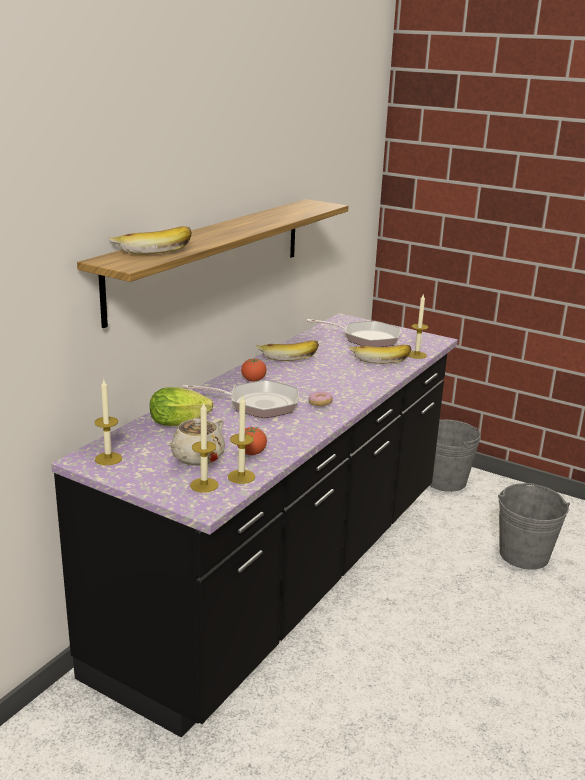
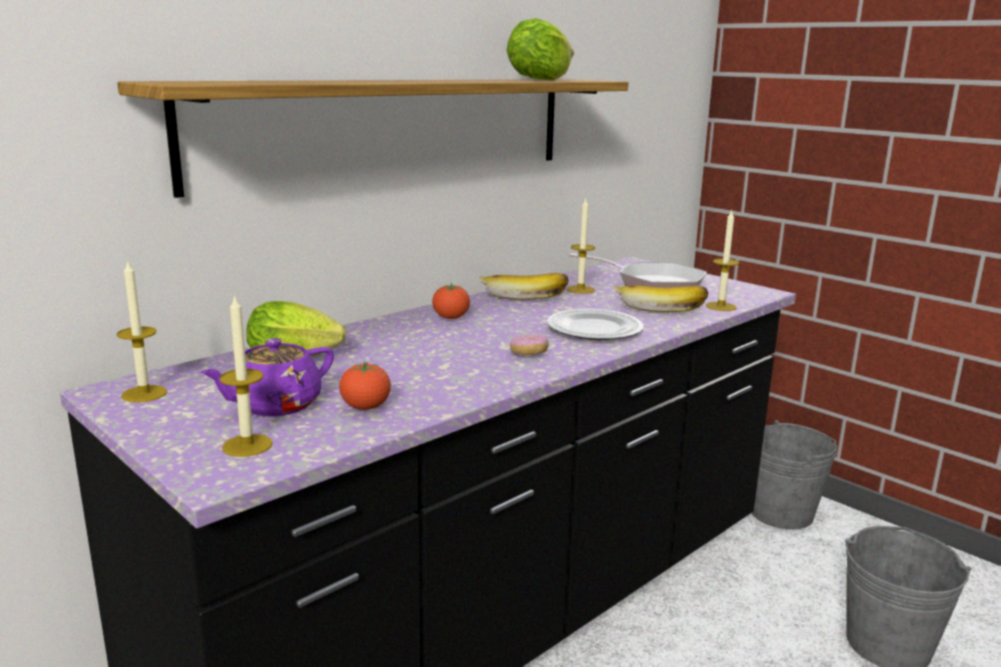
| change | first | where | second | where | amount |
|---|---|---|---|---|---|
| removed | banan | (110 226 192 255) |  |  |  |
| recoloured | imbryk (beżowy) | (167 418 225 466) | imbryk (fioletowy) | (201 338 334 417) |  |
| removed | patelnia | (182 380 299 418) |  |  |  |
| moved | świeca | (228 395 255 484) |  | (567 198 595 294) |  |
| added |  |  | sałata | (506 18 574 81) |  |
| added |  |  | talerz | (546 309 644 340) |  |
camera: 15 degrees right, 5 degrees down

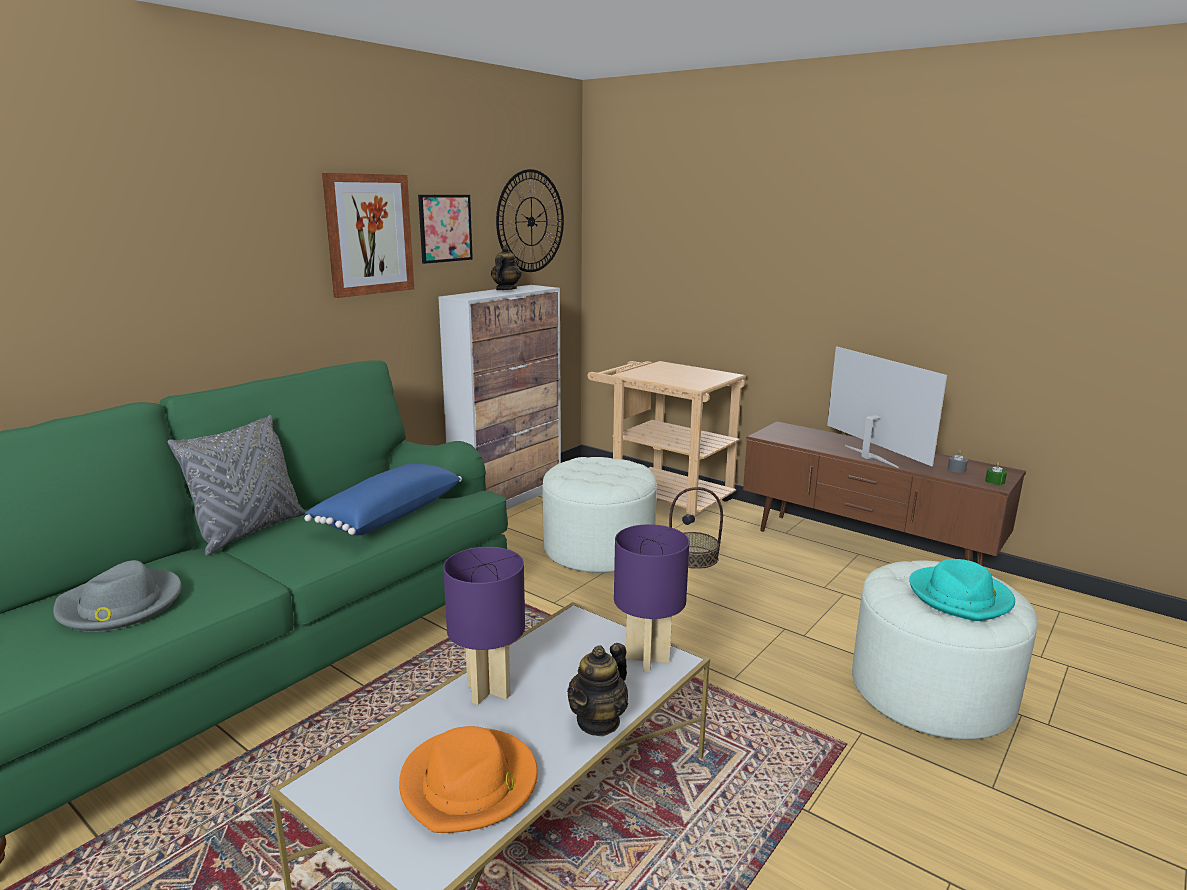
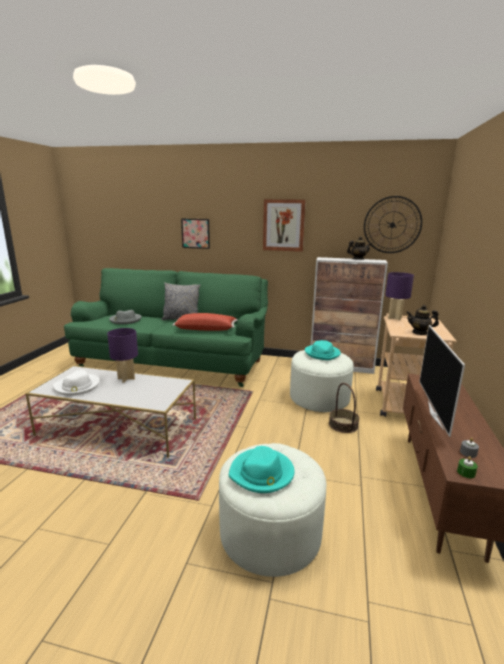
| change | first | where | second | where | amount |
|---|---|---|---|---|---|
| recoloured | poduszka (niebieski) | (304 463 462 535) | poduszka (czerwony) | (172 313 238 331) |  |
| recoloured | kapelusz (pomarańczowy) | (399 726 538 833) | kapelusz (biały) | (53 370 100 396) |  |
| moved | obraz | (418 195 473 264) |  | (181 218 210 249) |  |
| moved | imbryk | (567 643 628 736) |  | (406 305 439 335) |  |
| moved | lampa stołowa (fioletowy) | (614 524 689 672) |  | (385 272 414 320) |  |
| turned | telewizor | (827 346 947 468) |  | (419 325 465 437) | 150 degrees clockwise |
| added |  |  | kapelusz (turkusowy) | (305 340 341 360) |  |
camera: 65 degrees right, 0 degrees up

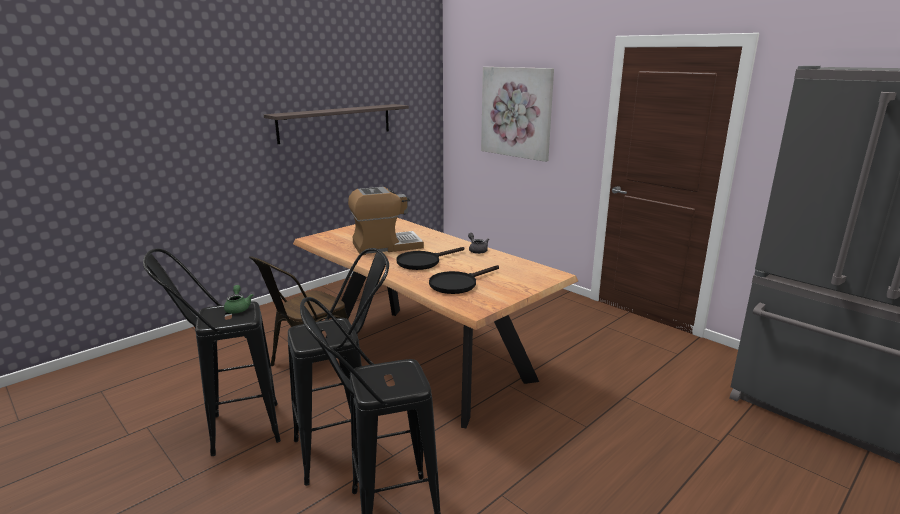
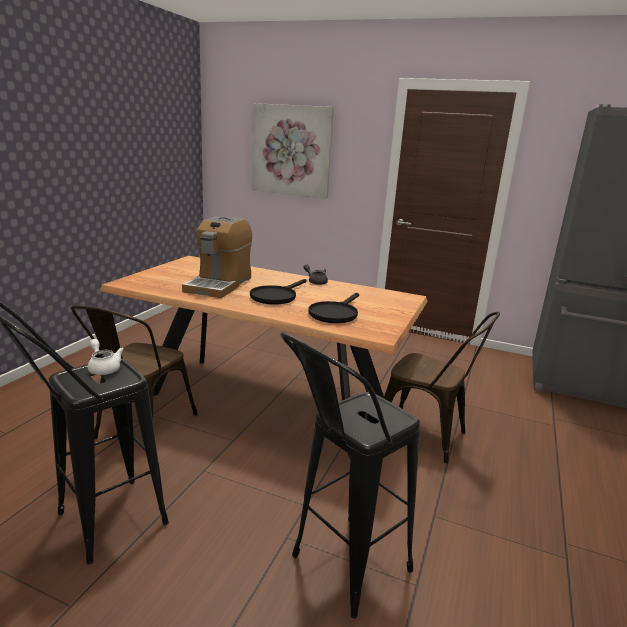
| change | first | where | second | where | amount |
|---|---|---|---|---|---|
| recoloured | imbryk (zielony) | (224 285 253 314) | imbryk (biały) | (88 339 124 375) |  |
| removed | półka | (264 104 409 144) |  |  |  |
| removed | stołek (czarny) | (288 248 389 486) |  |  |  |
| turned | ekspres do kawy | (348 187 424 255) |  | (182 216 252 298) | 150 degrees clockwise |
| added |  |  | krzesło (brązowy) | (378 312 500 464) |  |
camera: 25 degrees left, 0 degrees up

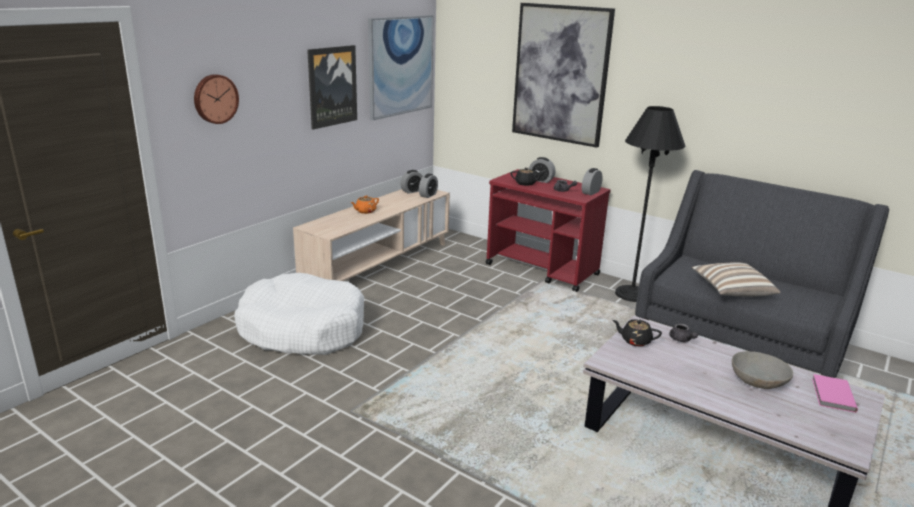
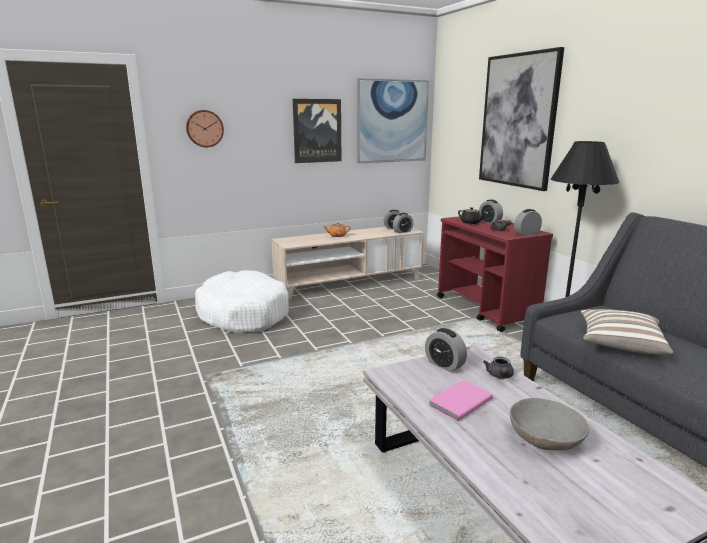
| change | first | where | second | where | amount |
|---|---|---|---|---|---|
| replaced | imbryk (czarny) | (613 319 662 346) | budzik | (425 328 467 372) |  |
| moved | książka (różowy) | (812 374 858 413) |  | (428 380 493 421) |  |
camera: 30 degrees right, 5 degrees down

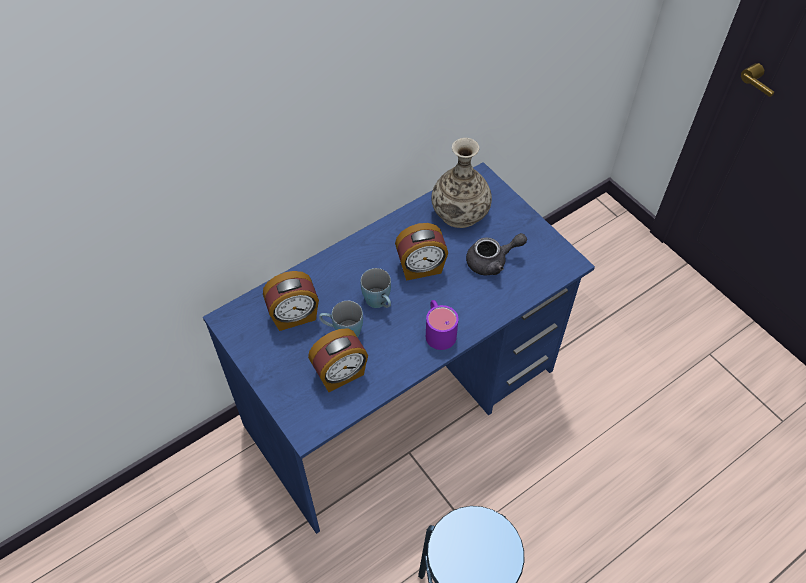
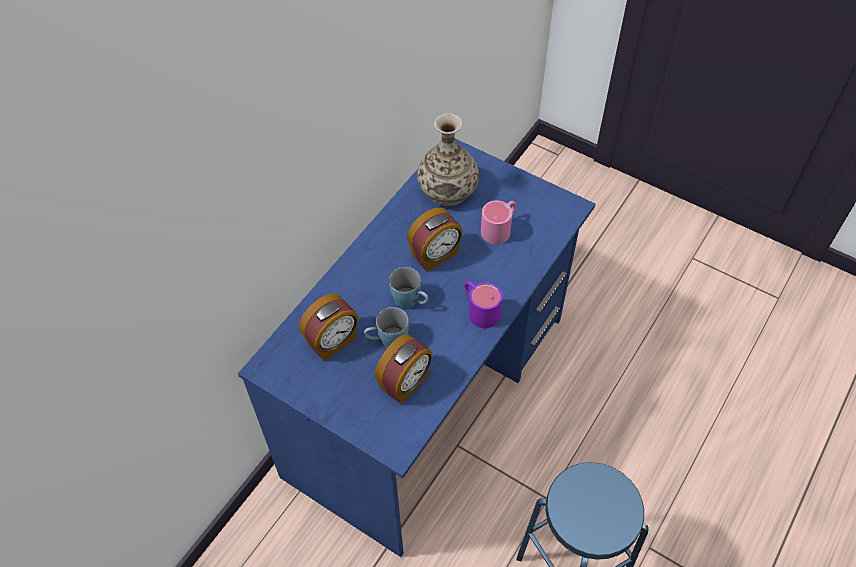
| change | first | where | second | where | amount |
|---|---|---|---|---|---|
| replaced | imbryk (szary) | (466 233 527 275) | kubek (różowy) | (481 200 516 244) |  |
camera: 20 degrees left, 0 degrees up

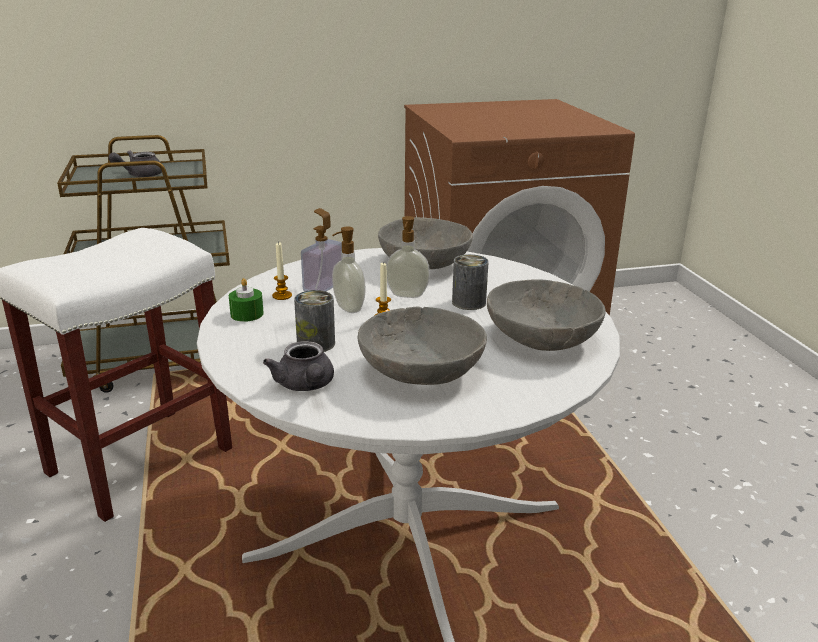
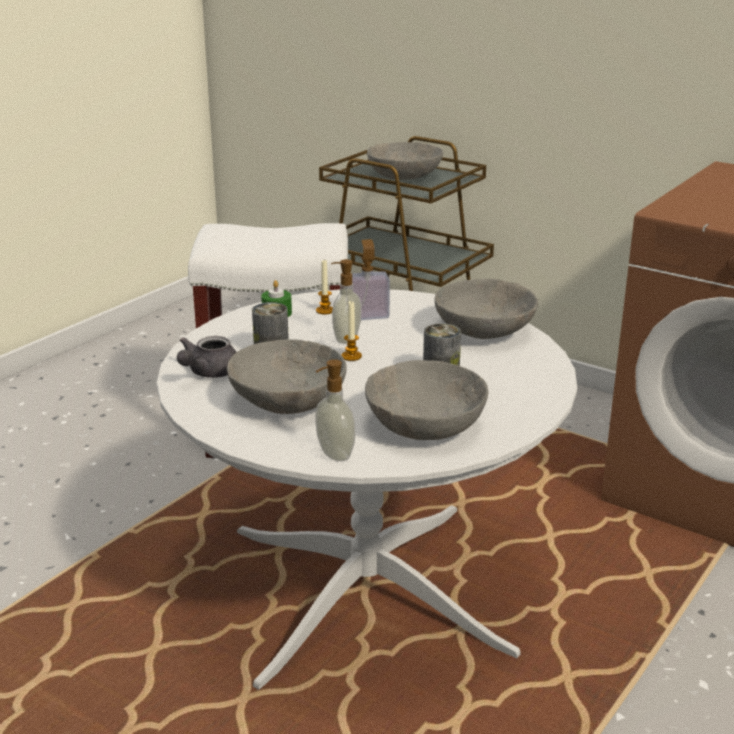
| change | first | where | second | where | amount |
|---|---|---|---|---|---|
| replaced | imbryk (szary) | (108 150 162 177) | miska (szary) | (367 142 443 180) |  |
| moved | dozownik mydła | (386 216 430 298) |  | (315 359 355 462) |  |
camera: 50 degrees right, 0 degrees up

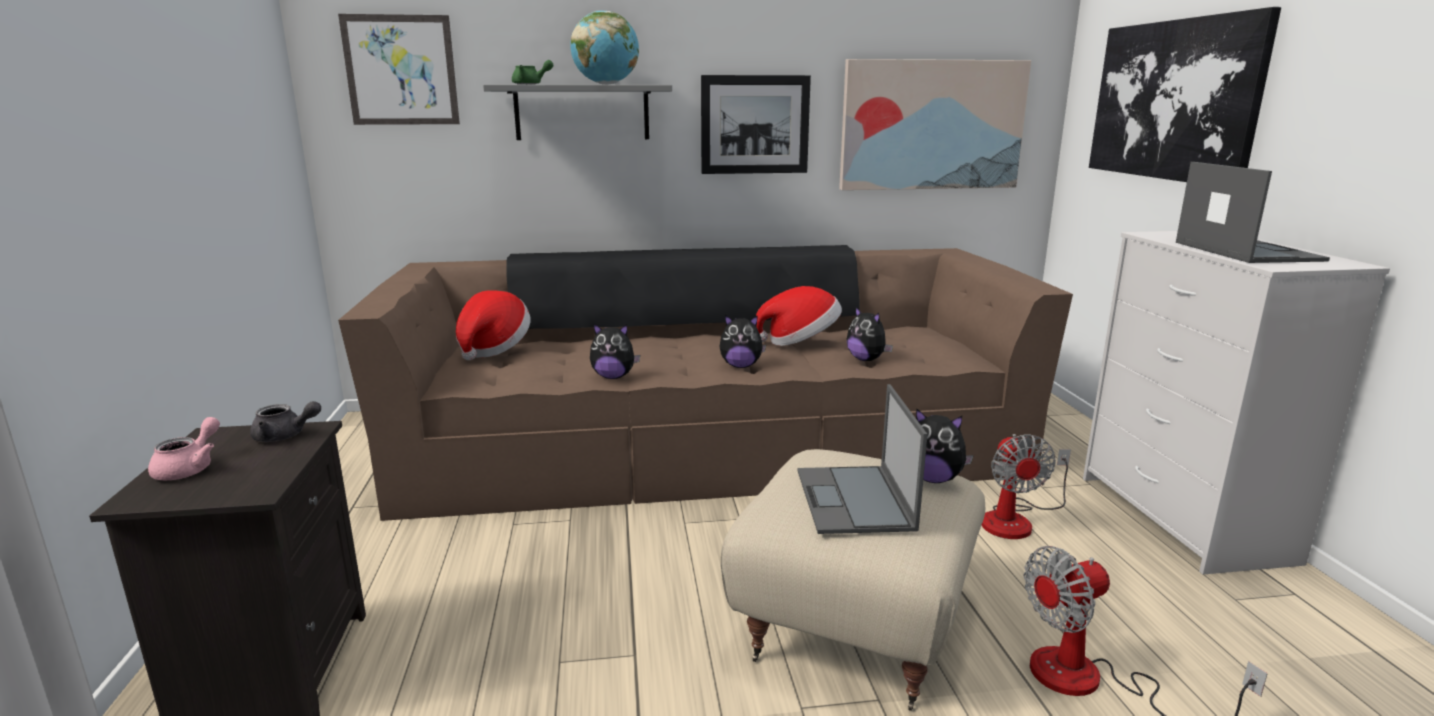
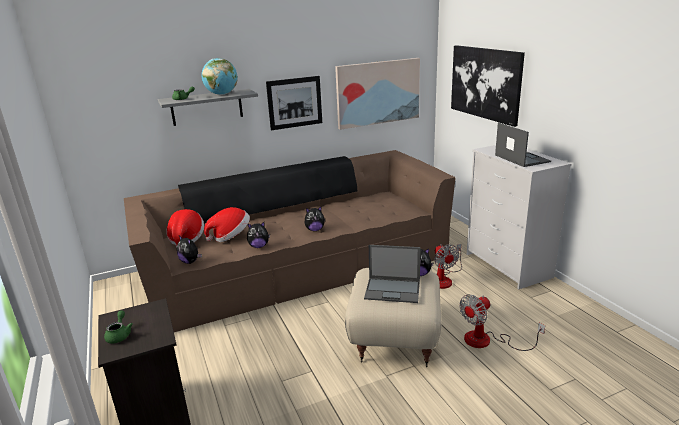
| change | first | where | second | where | amount |
|---|---|---|---|---|---|
| recoloured | imbryk (różowy) | (148 417 220 480) | imbryk (zielony) | (104 310 133 343) |  |
| removed | imbryk (szary) | (250 401 321 442) |  |  |  |
| removed | obraz | (338 14 460 125) |  |  |  |
| moved | kapelusz | (756 286 842 346) |  | (204 207 250 242) |  |
| turned | laptop | (797 384 928 534) |  | (364 245 421 303) | 60 degrees counterclockwise |
| moved | pluszak | (846 306 893 361) |  | (177 236 202 264) |  |
camera: 15 degrees left, 5 degrees up

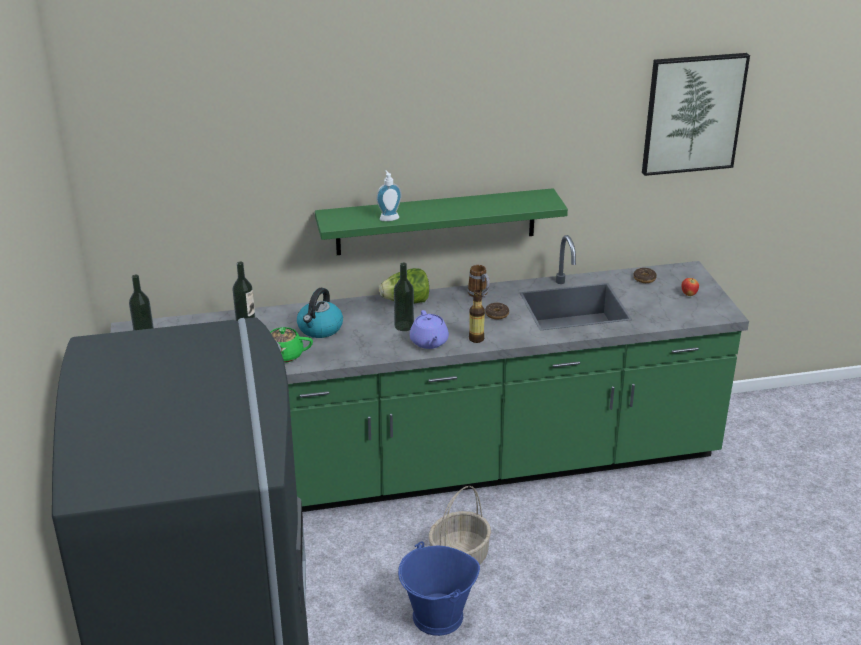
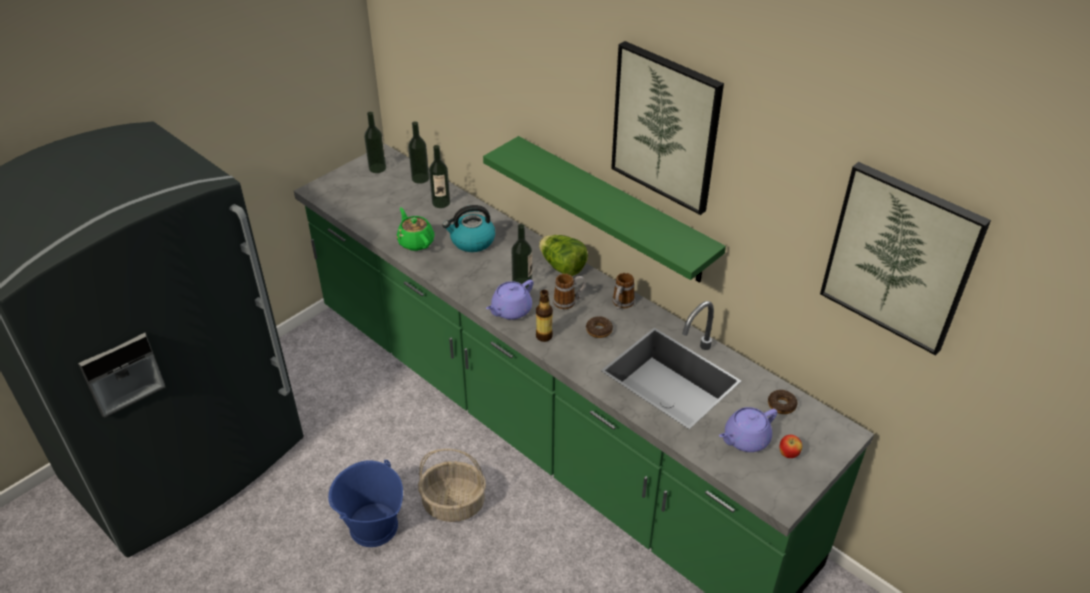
| change | first | where | second | where | amount |
|---|---|---|---|---|---|
| removed | dozownik mydła | (376 170 402 221) |  |  |  |
| added |  |  | butelka | (408 121 429 184) |  |
| added |  |  | kubek | (553 274 586 309) |  |
| added |  |  | obraz | (611 41 724 215) |  |
| added |  |  | imbryk (fioletowy) | (719 407 778 452) |  |
camera: 55 degrees right, 10 degrees up

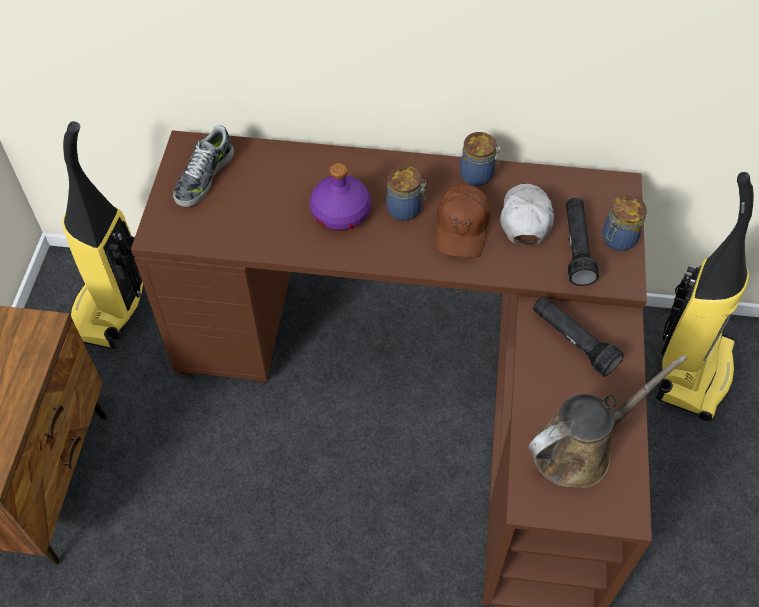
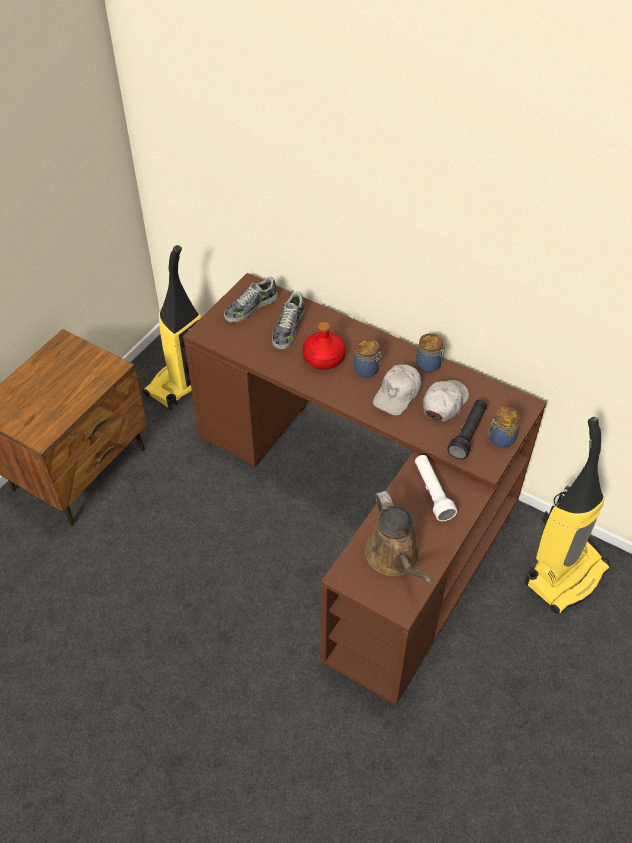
| change | first | where | second | where | amount |
|---|---|---|---|---|---|
| recoloured | butelka (fioletowy) | (310 163 371 230) | butelka (czerwony) | (302 322 345 370) |  |
| recoloured | czapka z daszkiem (brązowy) | (436 184 490 258) | czapka z daszkiem (biały) | (373 364 421 416) |  |
| turned | konewka (brązowy) | (528 355 687 488) |  | (365 491 432 584) | 75 degrees clockwise |
| recoloured | latarka (czarny) | (533 296 624 377) | latarka (biały) | (415 455 457 521) |  |
| added |  |  | but | (272 292 305 349) |  |
camera: 25 degrees right, 5 degrees down

